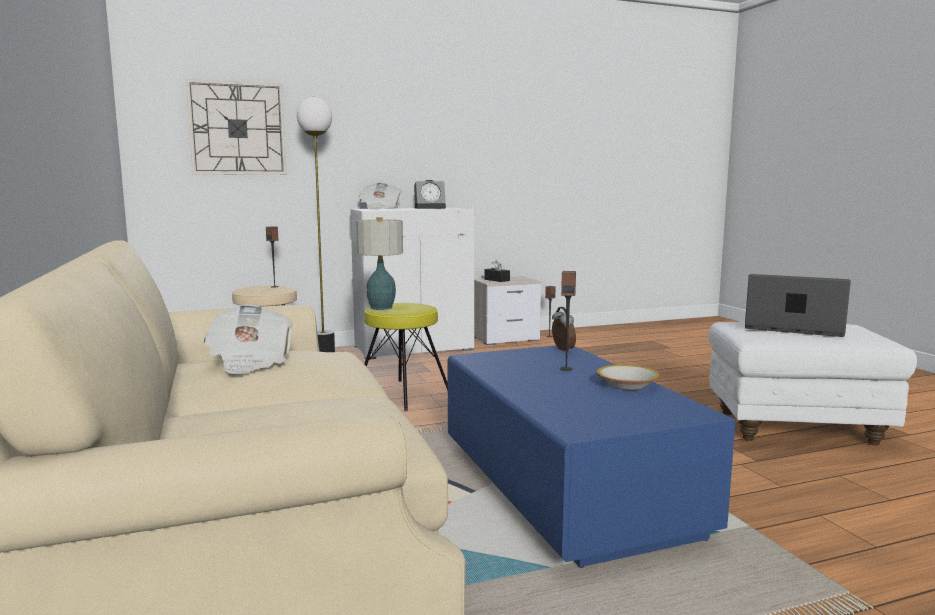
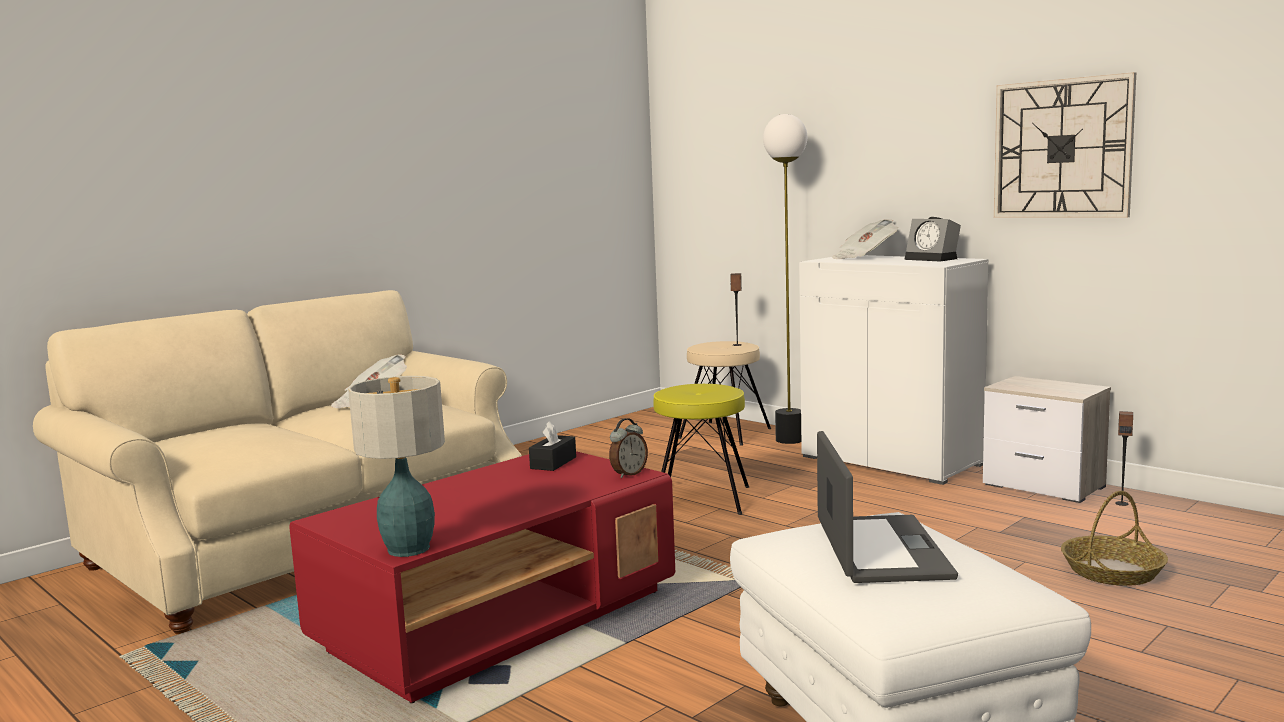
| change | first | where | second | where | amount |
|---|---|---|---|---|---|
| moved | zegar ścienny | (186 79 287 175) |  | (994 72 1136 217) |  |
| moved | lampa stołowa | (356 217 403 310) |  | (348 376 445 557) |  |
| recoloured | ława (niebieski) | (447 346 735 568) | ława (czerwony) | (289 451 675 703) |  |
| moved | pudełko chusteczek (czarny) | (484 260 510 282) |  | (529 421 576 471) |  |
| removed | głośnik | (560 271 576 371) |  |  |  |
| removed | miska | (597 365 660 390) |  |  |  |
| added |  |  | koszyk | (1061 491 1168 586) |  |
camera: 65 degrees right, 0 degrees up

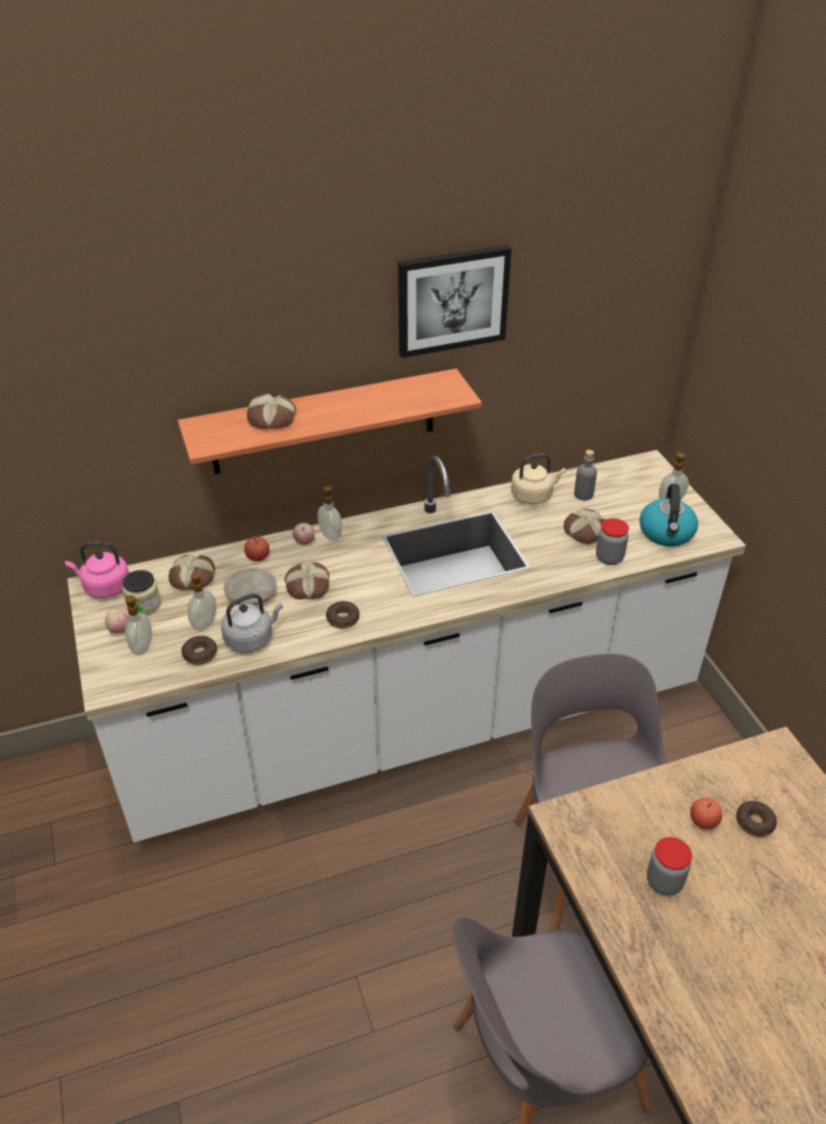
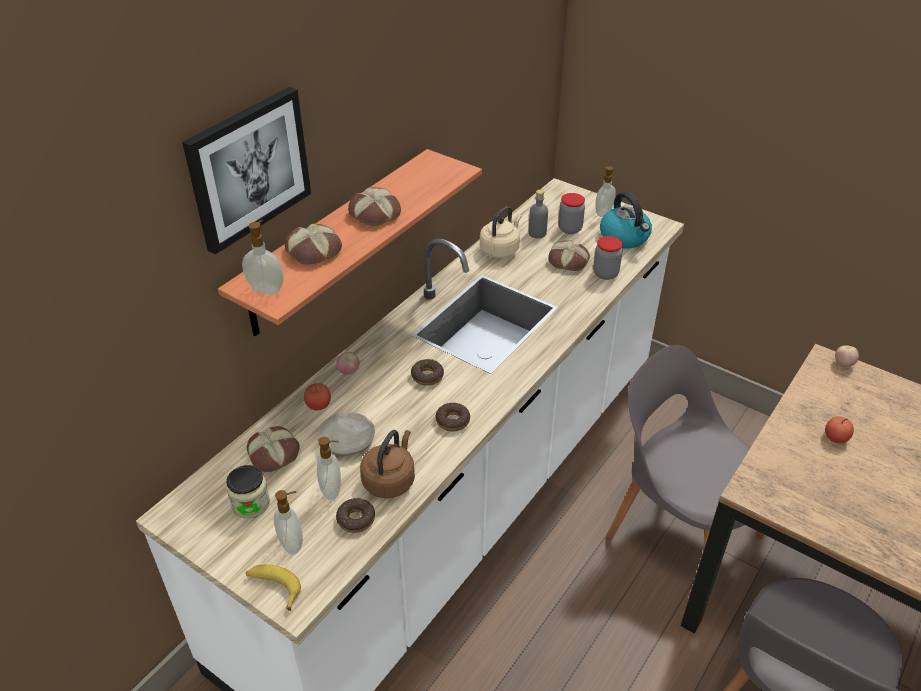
| change | first | where | second | where | amount |
|---|---|---|---|---|---|
| removed | czajnik (różowy) | (65 542 129 598) |  |  |  |
| moved | jabłko | (105 609 129 634) |  | (835 345 859 367) |  |
| recoloured | czajnik (szary) | (221 593 283 653) | czajnik (brązowy) | (360 430 415 498) |  |
| moved | chleb | (285 562 329 599) |  | (348 187 401 226) |  |
| moved | dozownik mydła | (317 486 342 541) |  | (242 220 284 294) |  |
| moved | obraz | (398 245 511 358) |  | (182 87 311 255) |  |
| moved | słoik | (647 837 692 896) |  | (558 193 585 234) |  |
| moved | donut | (736 801 777 837) |  | (411 359 444 386) |  |
| added |  |  | banan | (246 564 301 611) |  |
camera: 35 degrees left, 0 degrees up

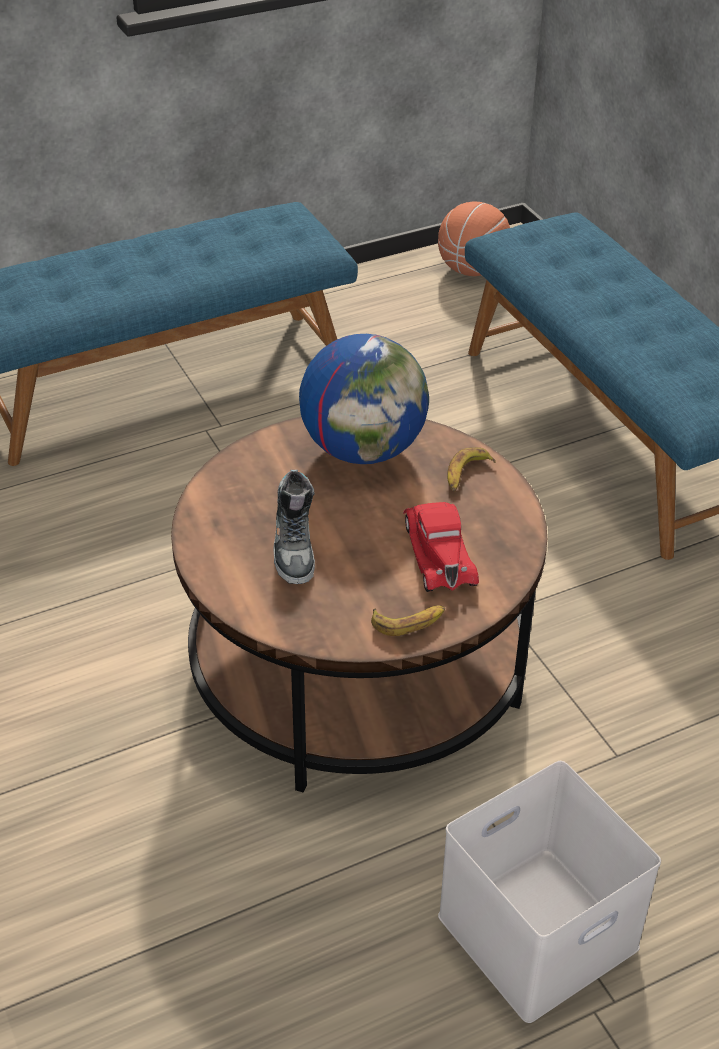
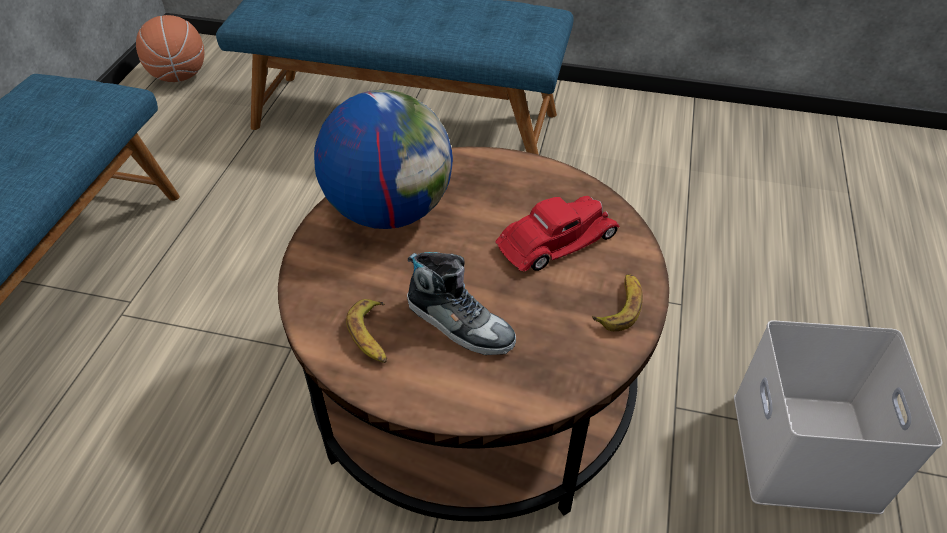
| change | first | where | second | where | amount |
|---|---|---|---|---|---|
| turned | samochodzik (czerwony) | (403 502 479 592) |  | (495 196 620 271) | 60 degrees counterclockwise |
| moved | banan | (447 447 496 492) |  | (346 299 387 363) |  |
camera: 50 degrees left, 5 degrees up

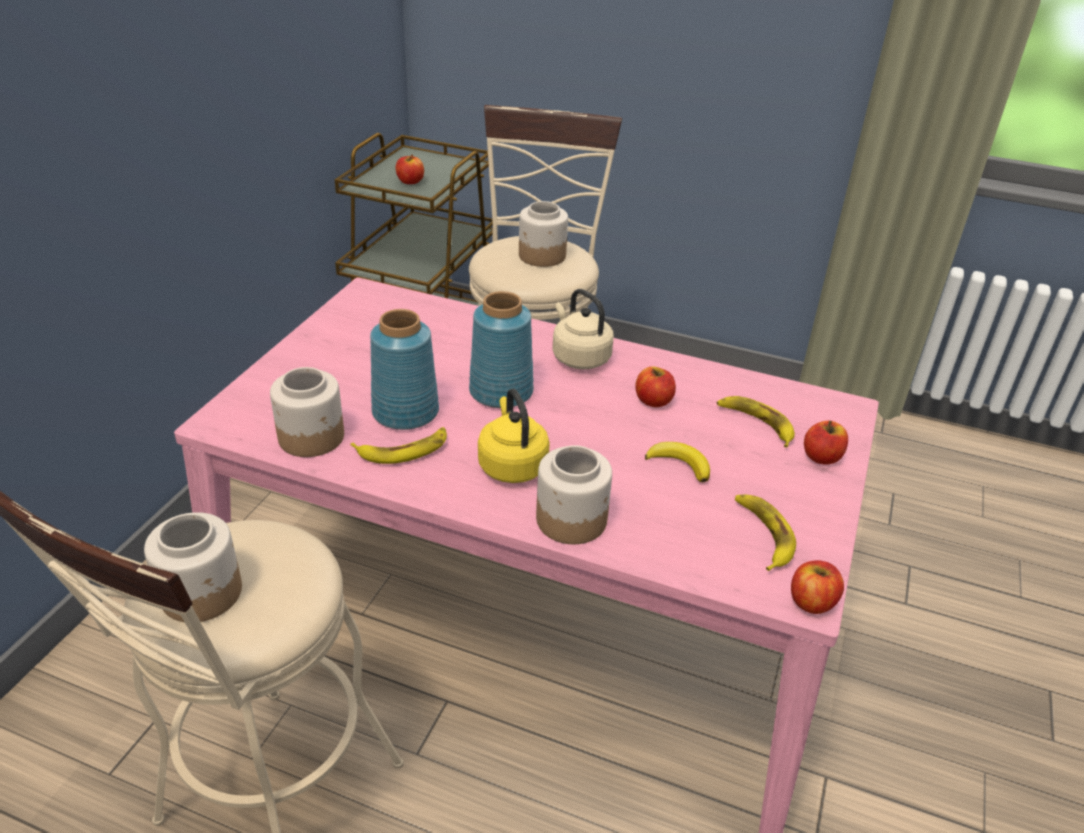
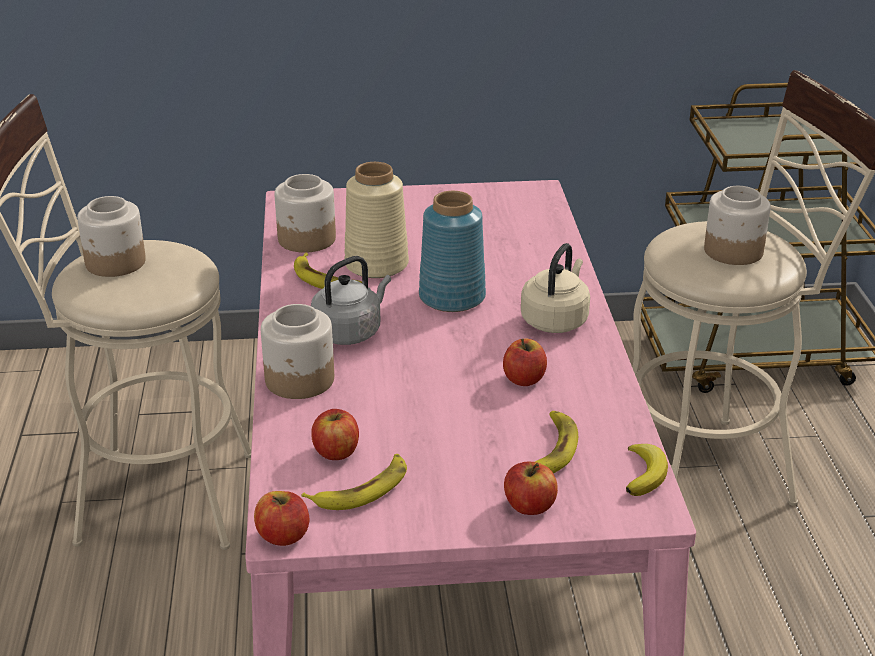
| change | first | where | second | where | amount |
|---|---|---|---|---|---|
| recoloured | wazon (niebieski) | (370 309 439 430) | wazon (beżowy) | (345 162 409 278) |  |
| moved | jabłko | (396 154 424 184) |  | (311 409 359 460) |  |
| recoloured | czajnik (żółty) | (478 389 550 483) | czajnik (szary) | (311 256 391 345) |  |
| moved | banan | (645 442 710 482) |  | (626 444 668 496) |  |
camera: 65 degrees right, 5 degrees down

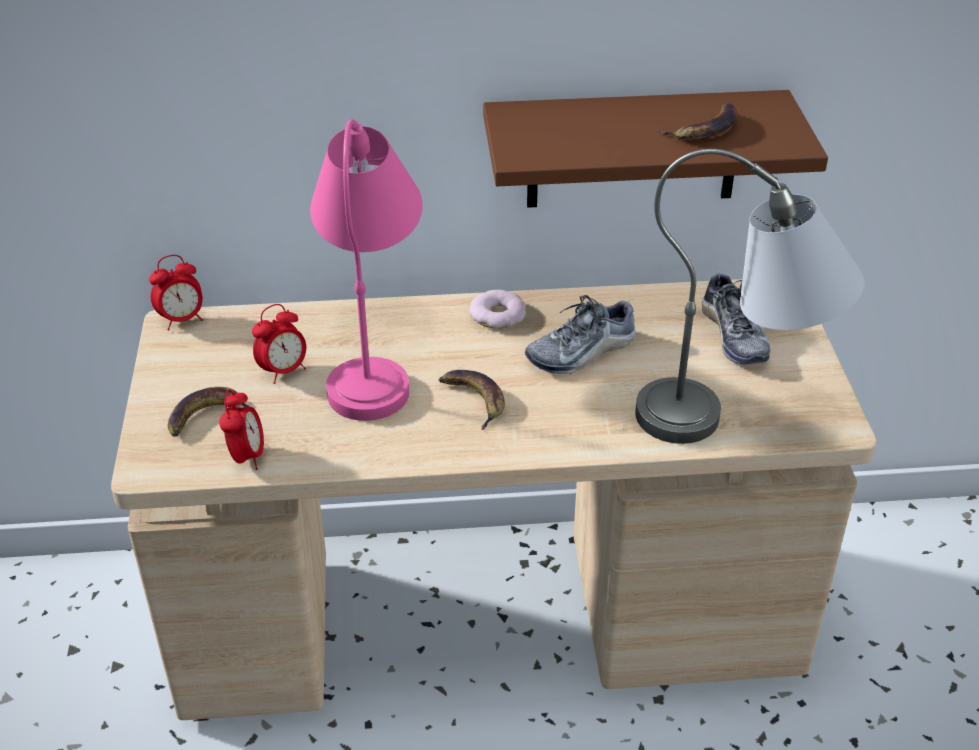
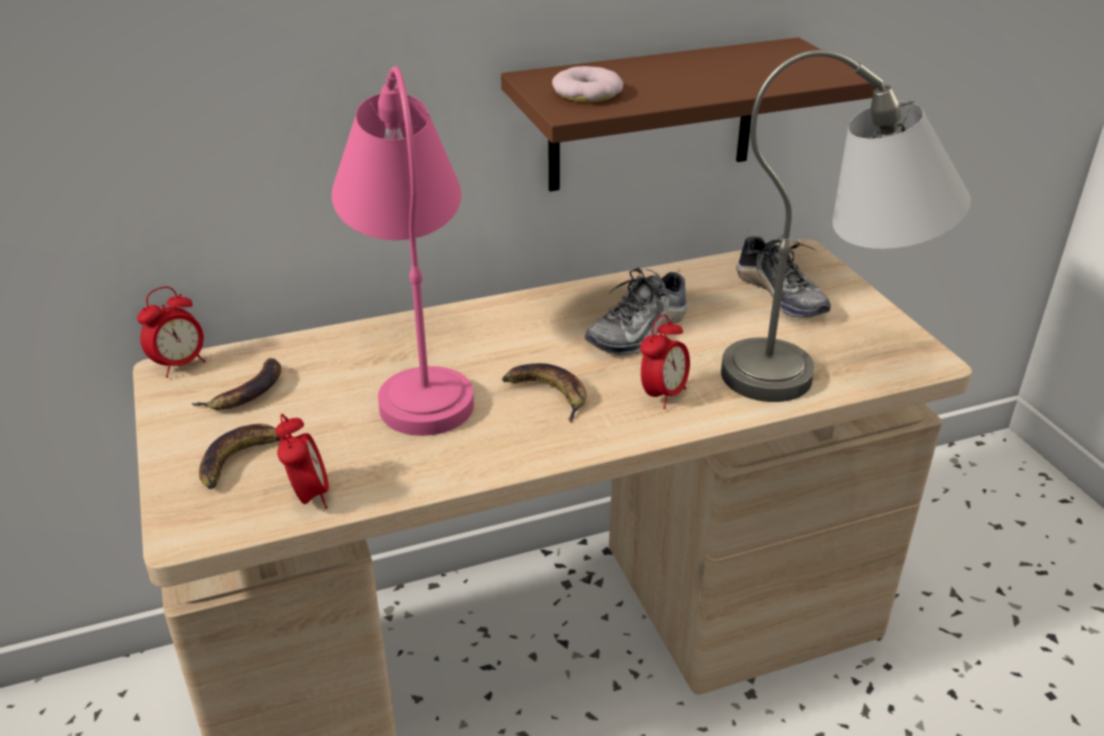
| change | first | where | second | where | amount |
|---|---|---|---|---|---|
| moved | budzik | (252 304 306 384) |  | (640 314 690 409) |  |
| moved | donut | (469 290 526 329) |  | (552 66 623 102) |  |
| moved | banan | (658 103 738 140) |  | (191 358 282 410) |  |
camera: 15 degrees left, 5 degrees down

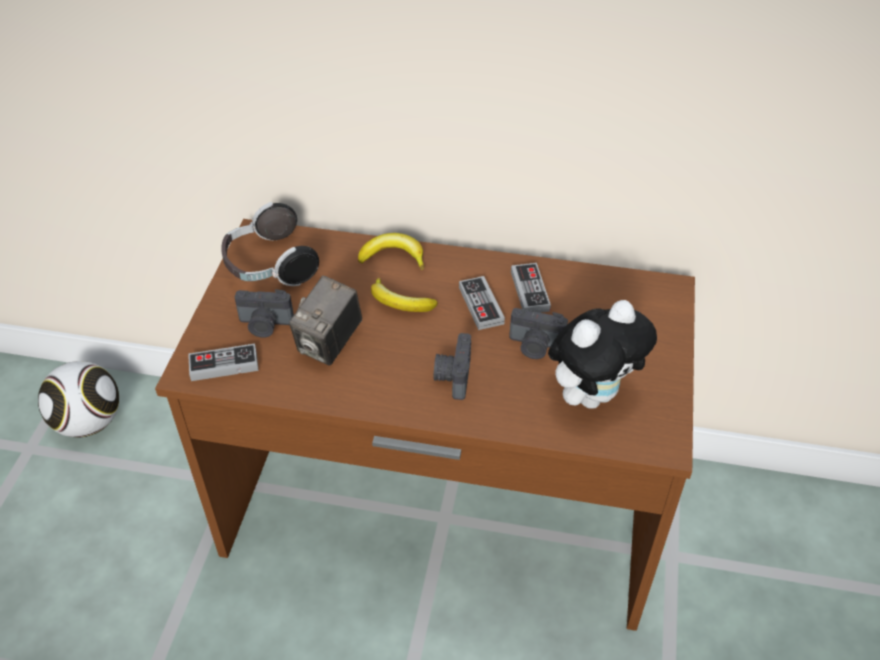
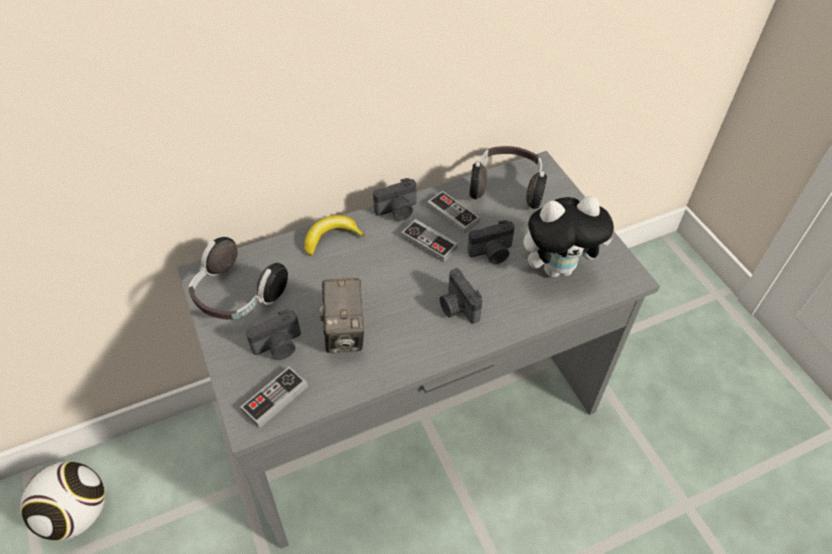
| change | first | where | second | where | amount |
|---|---|---|---|---|---|
| recoloured | biurko (brązowy) | (155 219 695 631) | biurko (szary) | (177 151 660 549) |  |
| removed | banan | (371 278 438 312) |  |  |  |
| turned | pluszak | (548 300 657 409) |  | (524 196 614 278) | 60 degrees clockwise |
| added |  |  | aparat fotograficzny | (373 178 416 221) |  |
| added |  |  | słuchawki | (470 146 547 209) |  |
camera: 35 degrees left, 5 degrees up

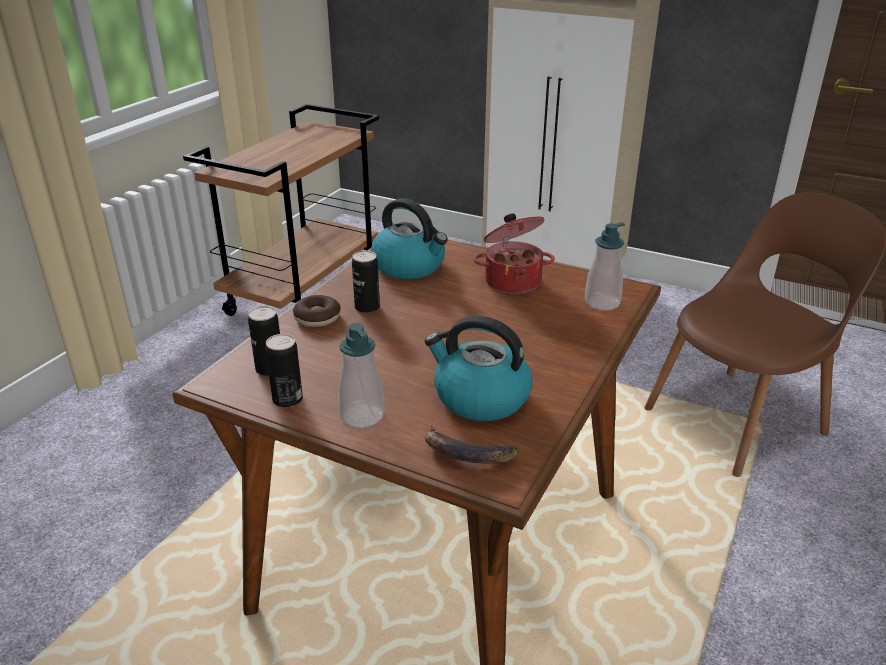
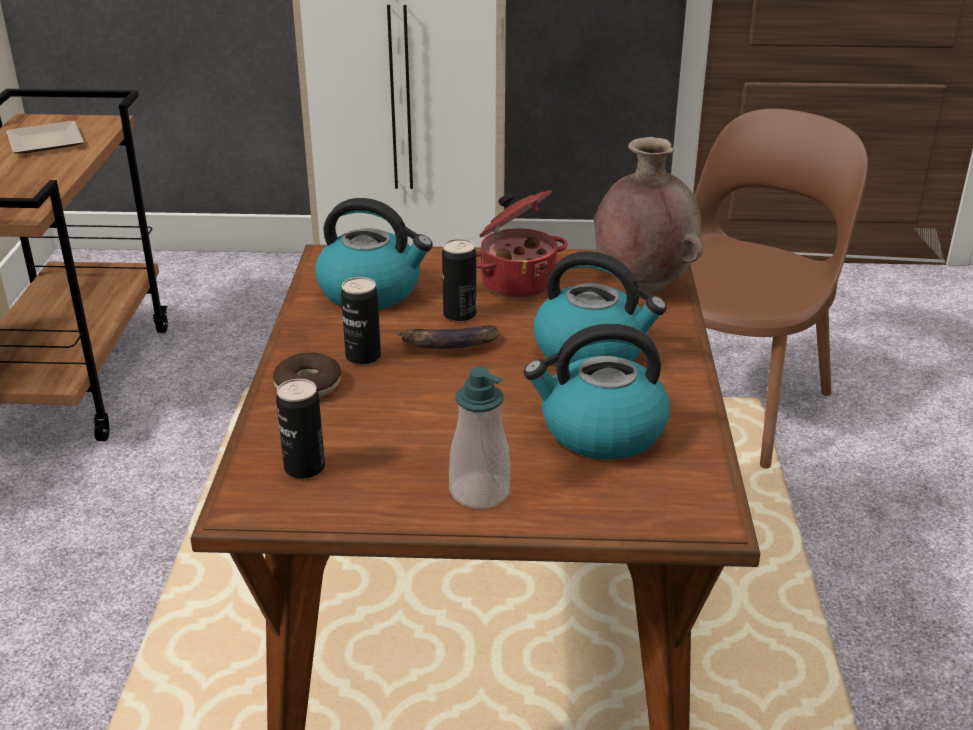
| change | first | where | second | where | amount |
|---|---|---|---|---|---|
| moved | puszka | (265 334 303 407) |  | (442 239 476 322) |  |
| moved | banan | (425 426 519 464) |  | (397 325 499 349) |  |
| replaced | dozownik mydła | (585 222 625 311) | wazon (brązowy) | (594 137 703 293) |  |
| added |  |  | talerz | (6 121 84 154) |  |
| added |  |  | czajnik | (534 251 667 365) |  |
camera: 25 degrees left, 0 degrees up

